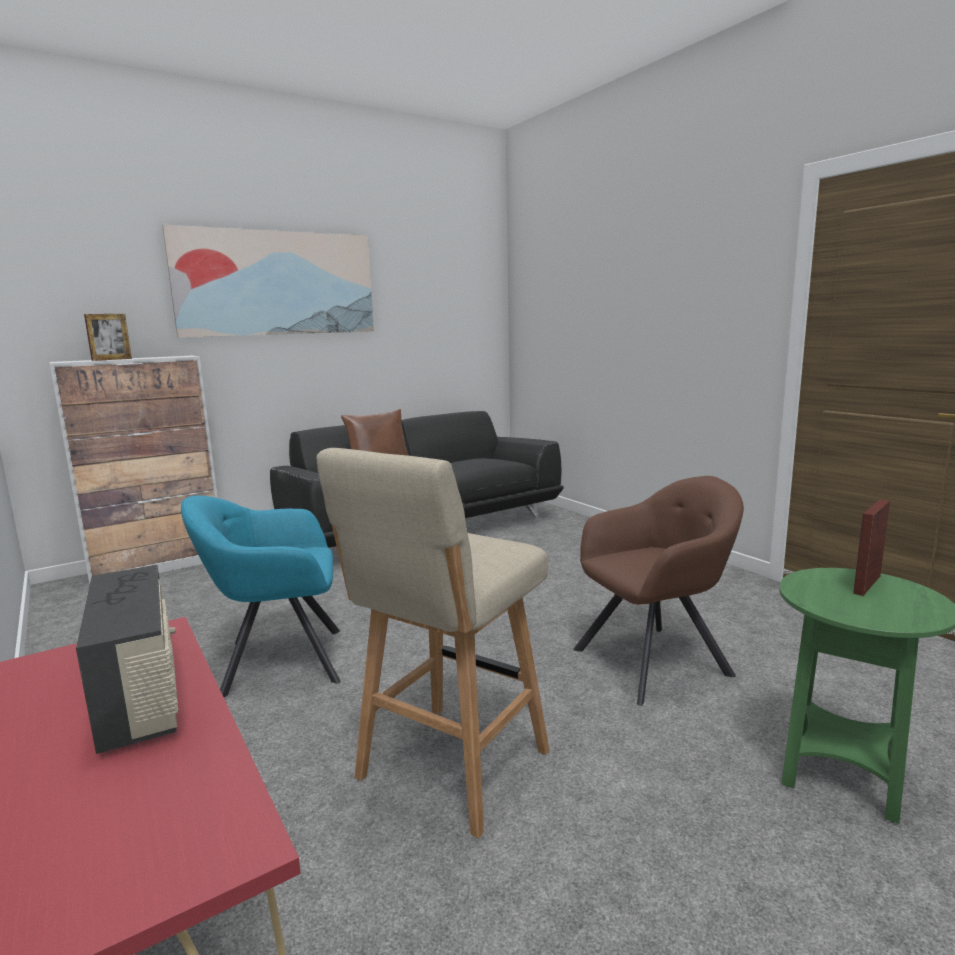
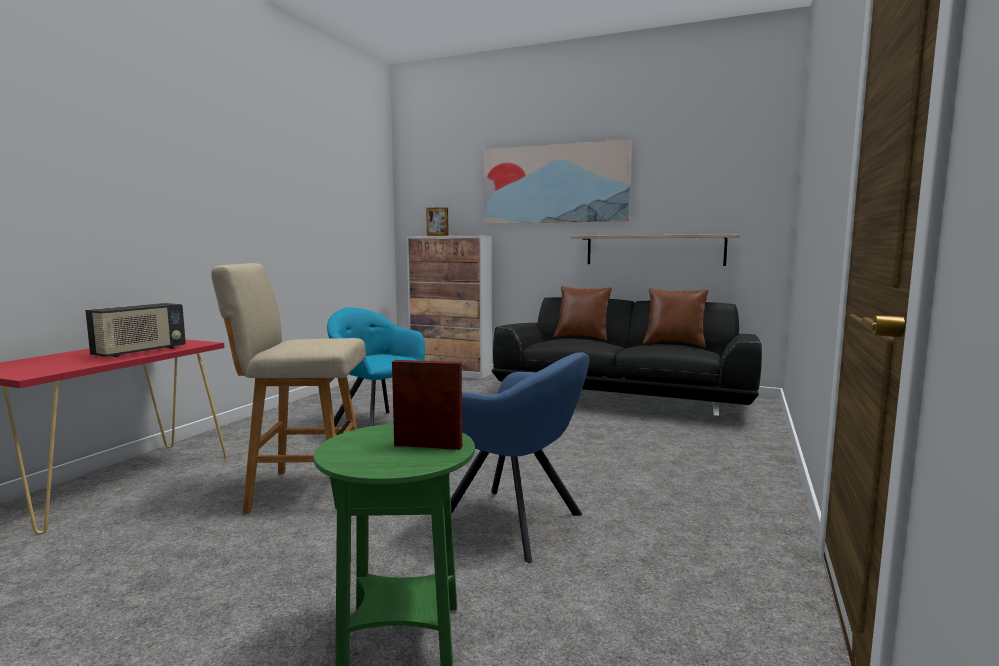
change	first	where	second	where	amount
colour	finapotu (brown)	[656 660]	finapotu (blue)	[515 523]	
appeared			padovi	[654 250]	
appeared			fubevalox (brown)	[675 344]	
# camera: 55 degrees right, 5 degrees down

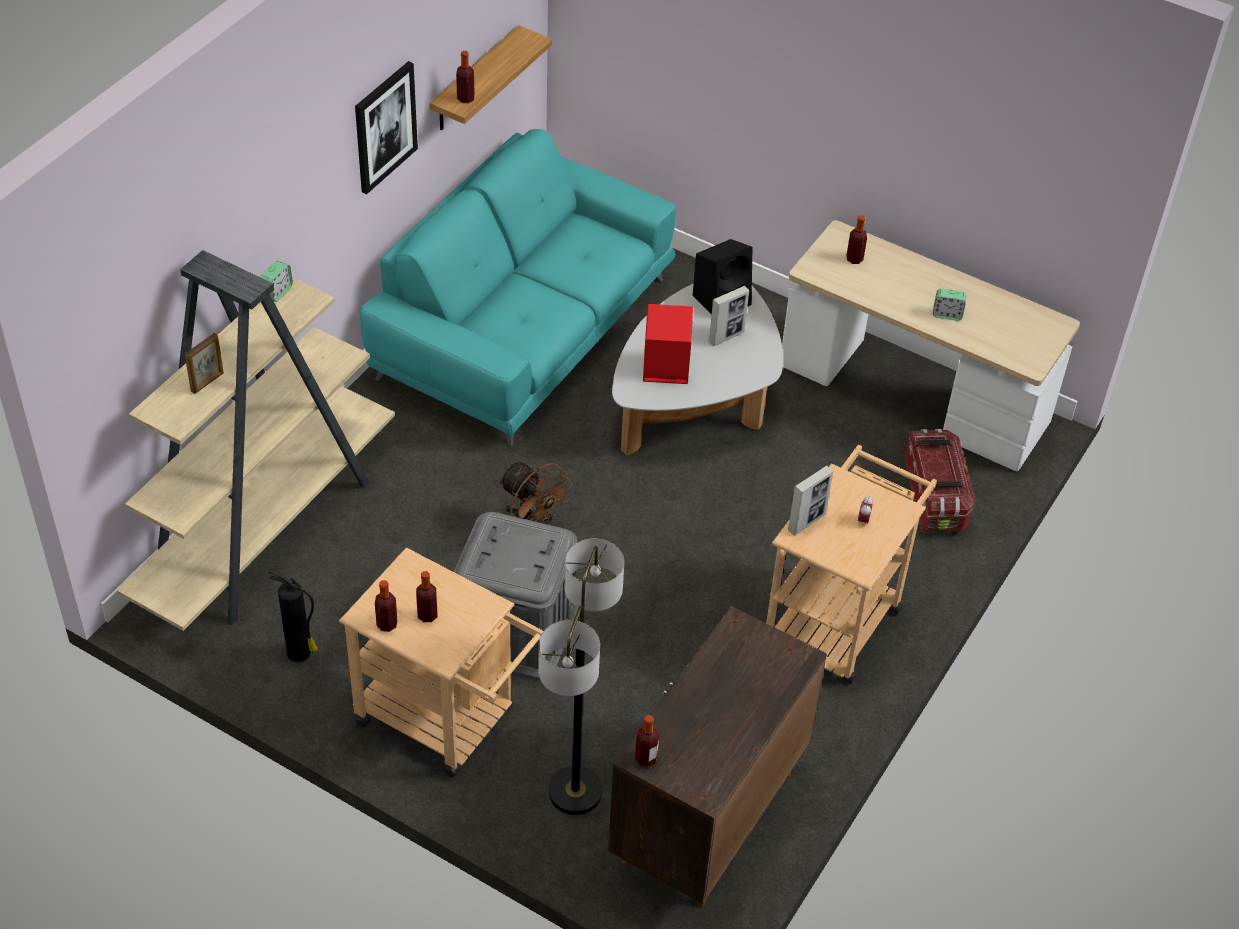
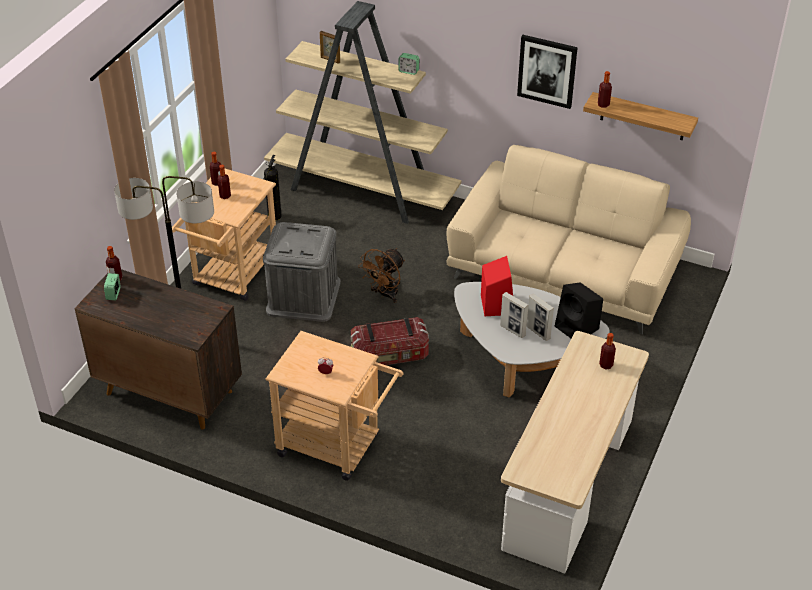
change	first	where	second	where	amount
colour	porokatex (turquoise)	[524 328]	porokatex (beige)	[564 272]	
relocated	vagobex	[947 314]		[113 294]	
relocated	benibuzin	[934 496]		[390 355]	
relocated	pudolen	[806 522]		[512 330]	
# camera: 85 degrees right, 5 degrees down

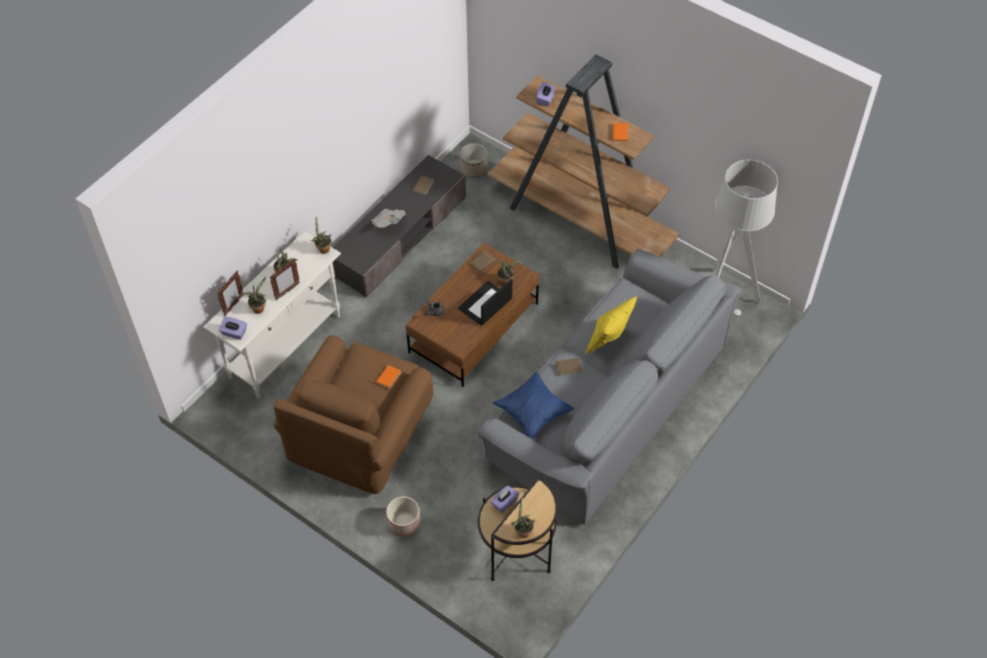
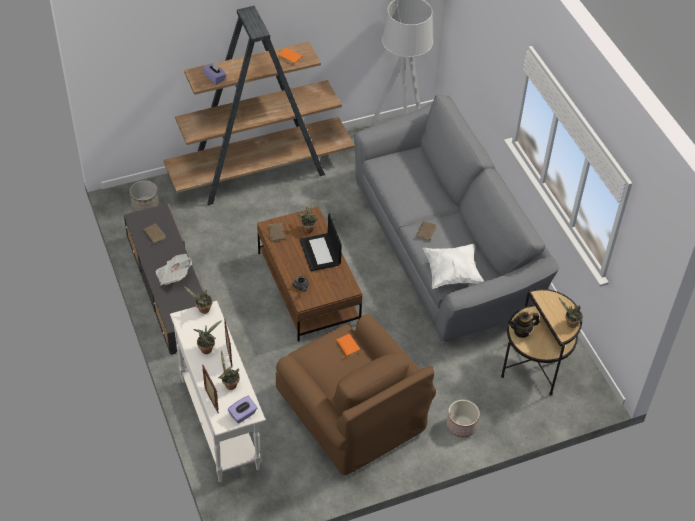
change	first	where	second	where	amount
missing	fubevalox (yellow)	[609 340]			
colour	fubevalox (blue)	[533 413]	fubevalox (white)	[452 274]	
exchanged	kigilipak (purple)	[504 503]	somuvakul	[521 331]	
# camera: 60 degrees left, 5 degrees down

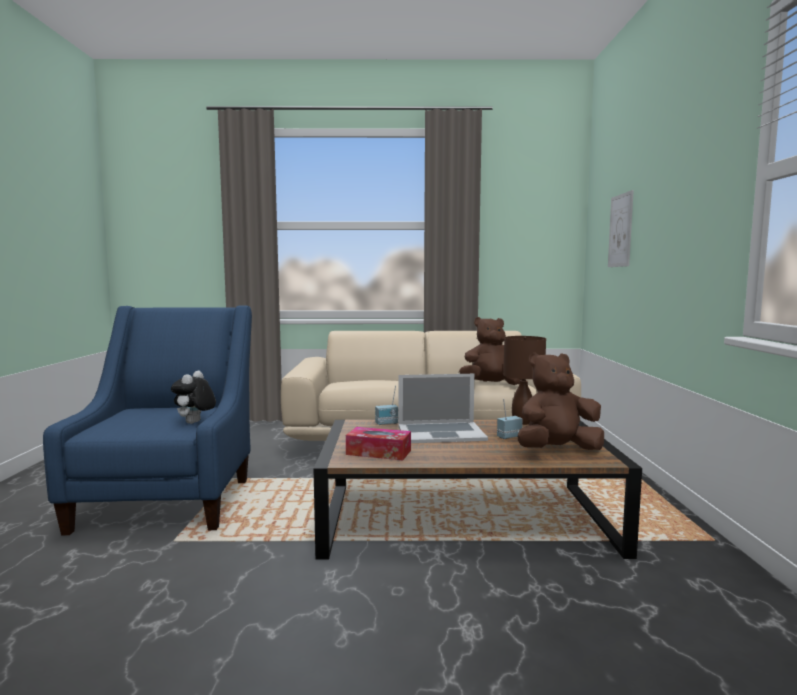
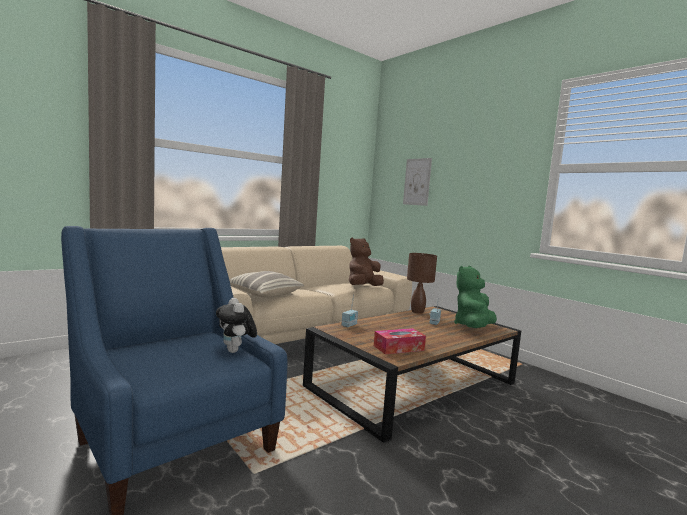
change	first	where	second	where	amount
colour	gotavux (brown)	[557 450]	gotavux (green)	[473 327]	
missing	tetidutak	[440 433]			
appeared			fubevalox	[263 294]	
# camera: 40 degrees left, 0 degrees up

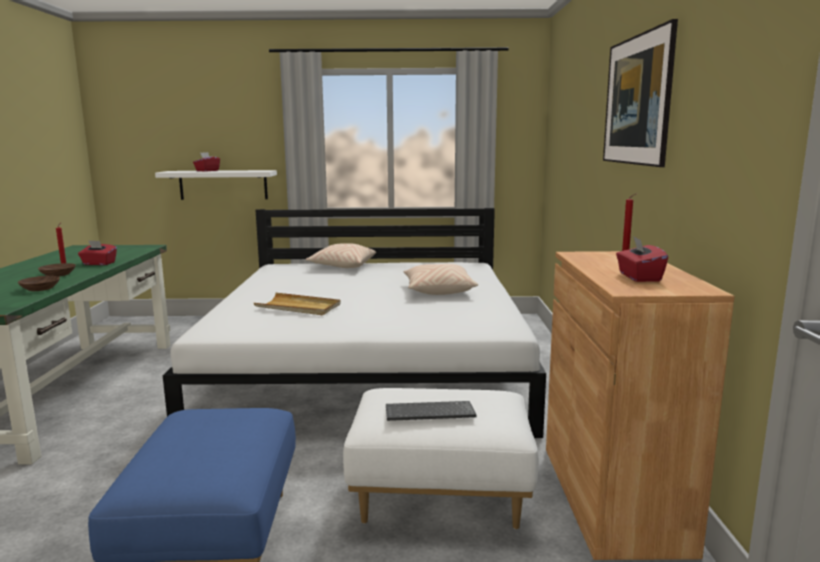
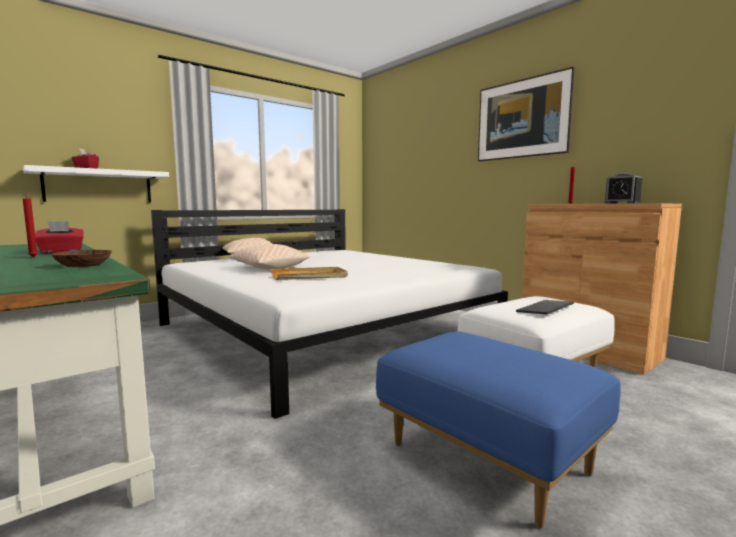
change	first	where	second	where	amount
exchanged	kigilipak (red)	[638 277]	vagobex	[622 203]	
missing	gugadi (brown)	[59 274]			
relocated	fubevalox (beige)	[438 290]		[269 268]	
# camera: 40 degrees left, 5 degrees down

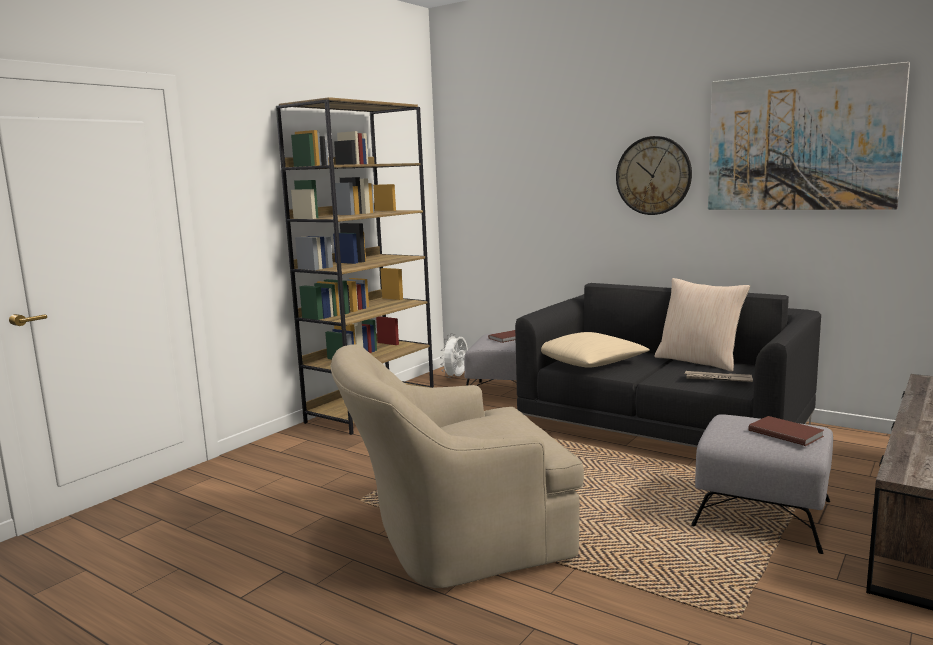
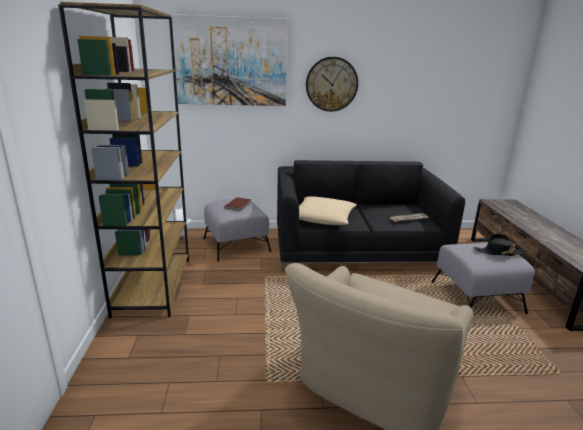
change	first	where	second	where	amount
relocated	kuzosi	[800 142]		[231 62]	
missing	fubevalox (beige)	[699 361]			
exchanged	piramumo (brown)	[785 433]	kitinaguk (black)	[498 252]	
# camera: 40 degrees left, 10 degrees up

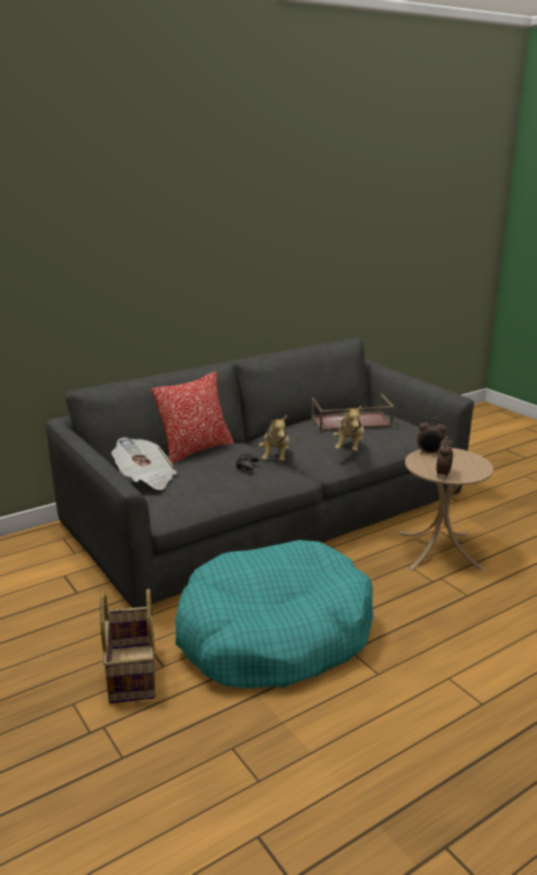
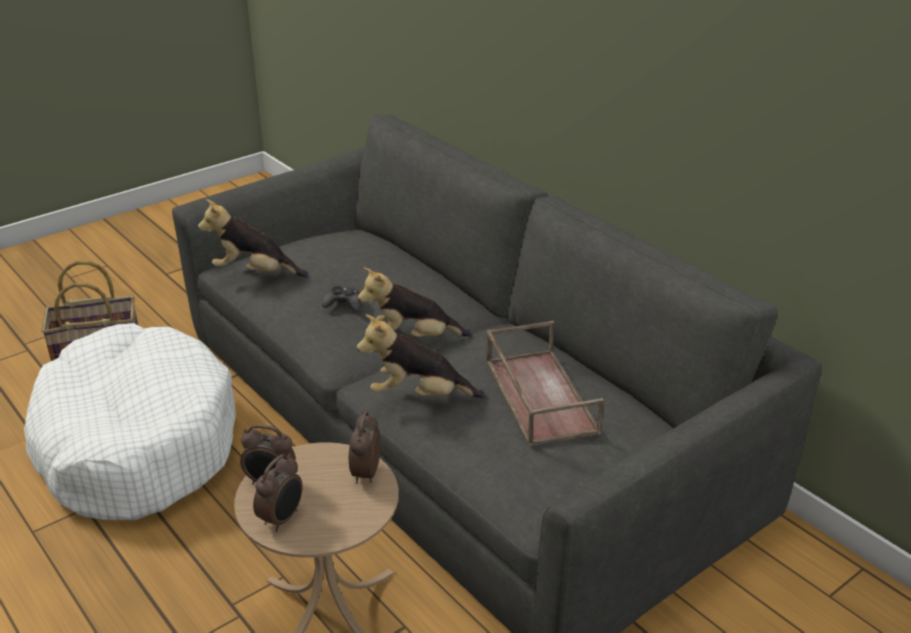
change	first	where	second	where	amount
missing	fubevalox	[195 450]			
missing	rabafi	[145 478]			
colour	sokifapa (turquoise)	[274 634]	sokifapa (white)	[136 443]	
appeared			gotavux	[254 272]	
appeared			vagobex	[282 519]	
# camera: 85 degrees right, 10 degrees up

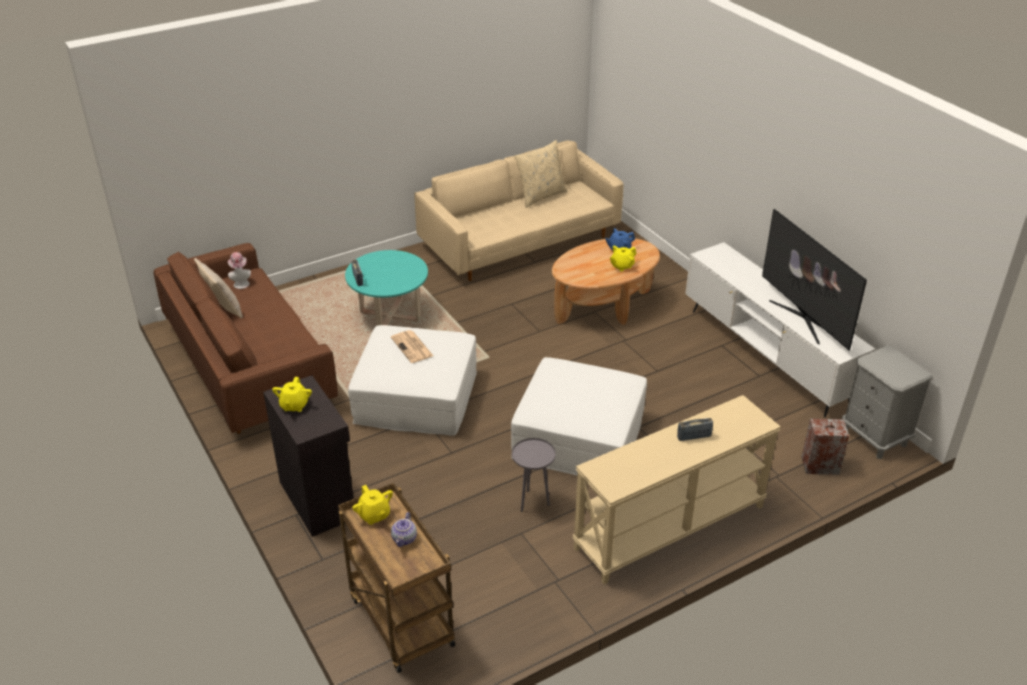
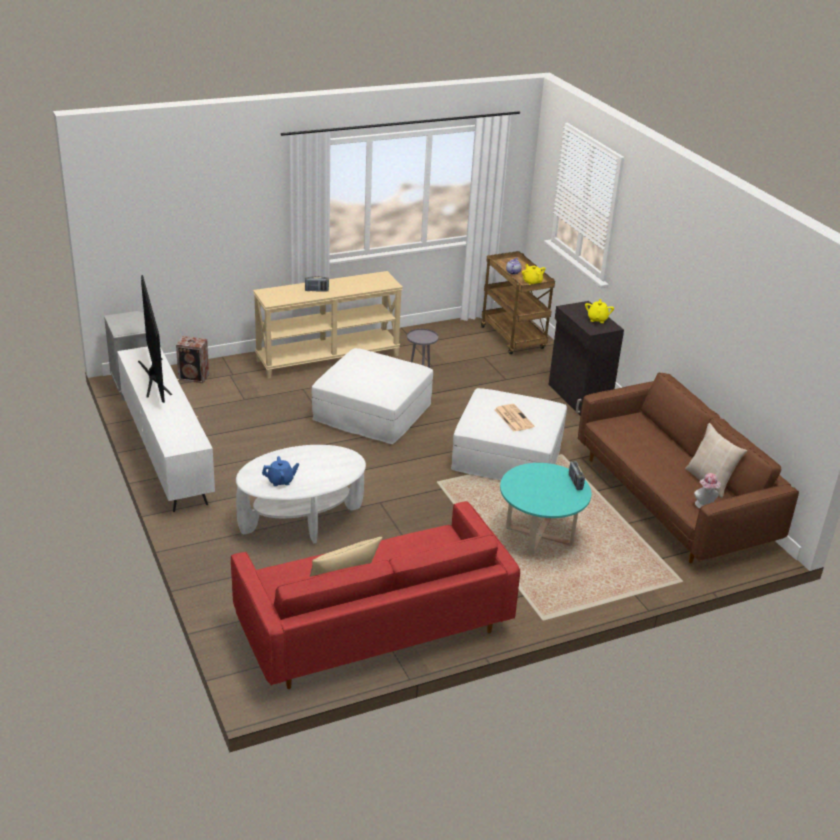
change	first	where	second	where	amount
colour	porokatex (beige)	[519 241]	porokatex (red)	[372 625]	
colour	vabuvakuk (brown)	[603 307]	vabuvakuk (white)	[301 520]	
missing	somuvakul (yellow)	[622 266]			
# camera: 175 degrees left, 5 degrees down

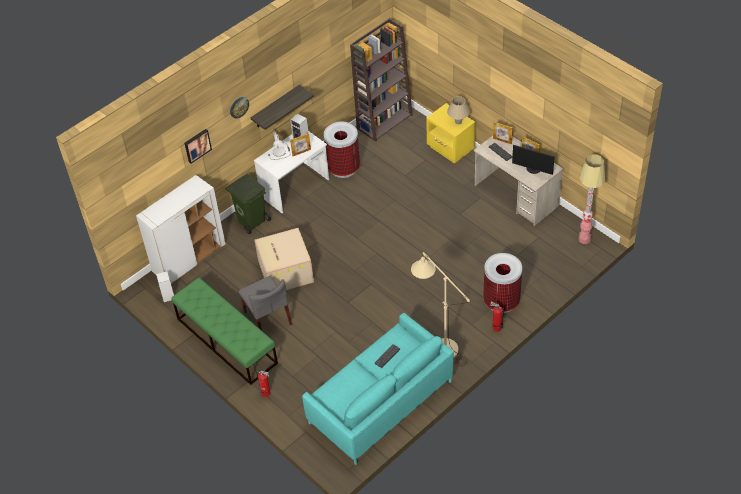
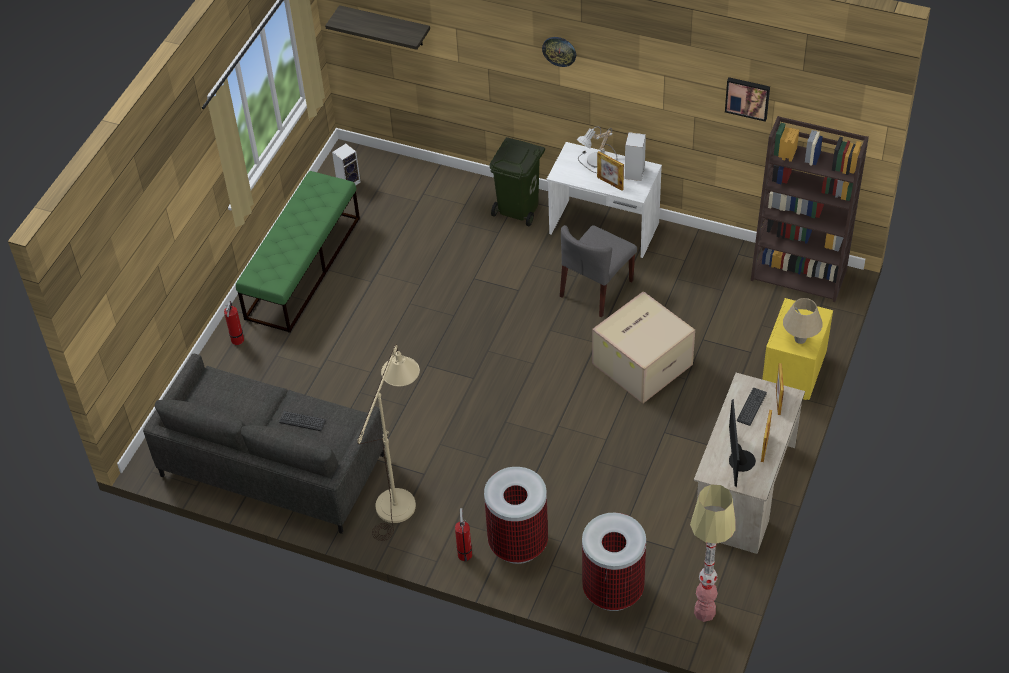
change	first	where	second	where	amount
relocated	padovi	[276 107]		[385 26]	
relocated	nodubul	[343 168]		[612 590]	
relocated	kuzosi	[197 145]		[747 97]	
missing	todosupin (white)	[189 258]			
relocated	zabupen	[285 271]		[642 363]	
relocated	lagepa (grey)	[268 318]		[596 289]	
colour	porokatex (turquoise)	[380 402]	porokatex (grey)	[272 465]	
# camera: 65 degrees right, 0 degrees up

